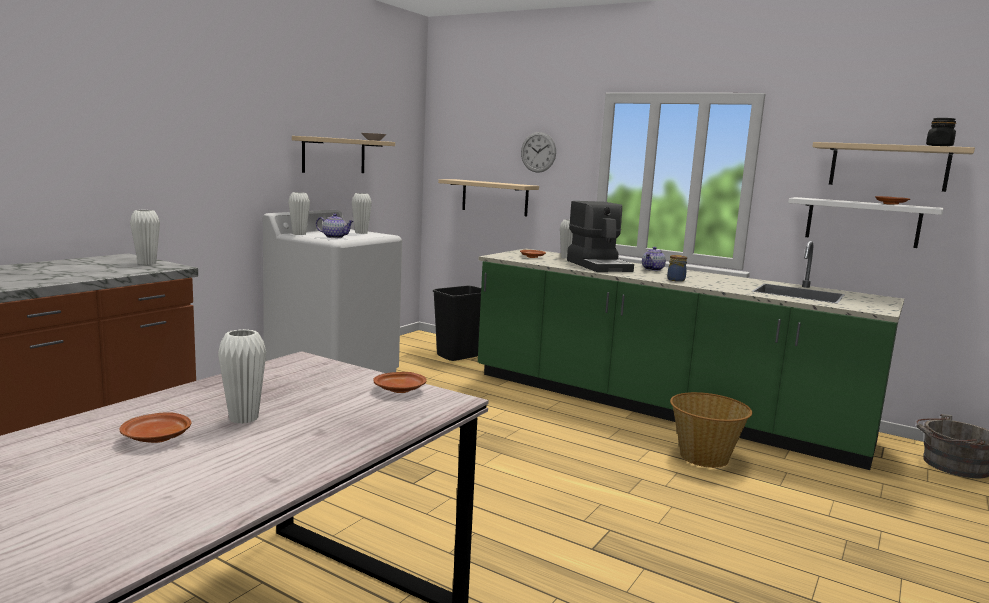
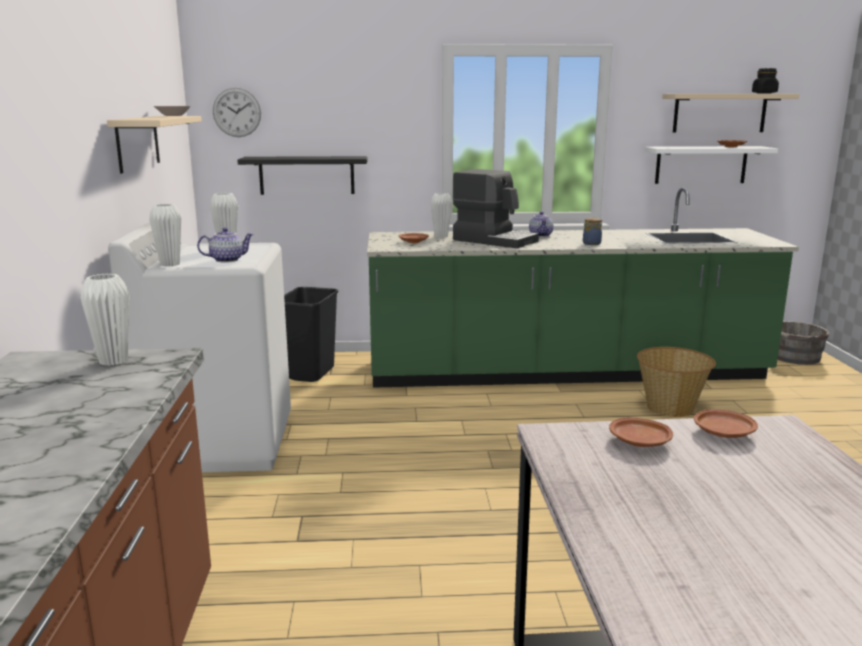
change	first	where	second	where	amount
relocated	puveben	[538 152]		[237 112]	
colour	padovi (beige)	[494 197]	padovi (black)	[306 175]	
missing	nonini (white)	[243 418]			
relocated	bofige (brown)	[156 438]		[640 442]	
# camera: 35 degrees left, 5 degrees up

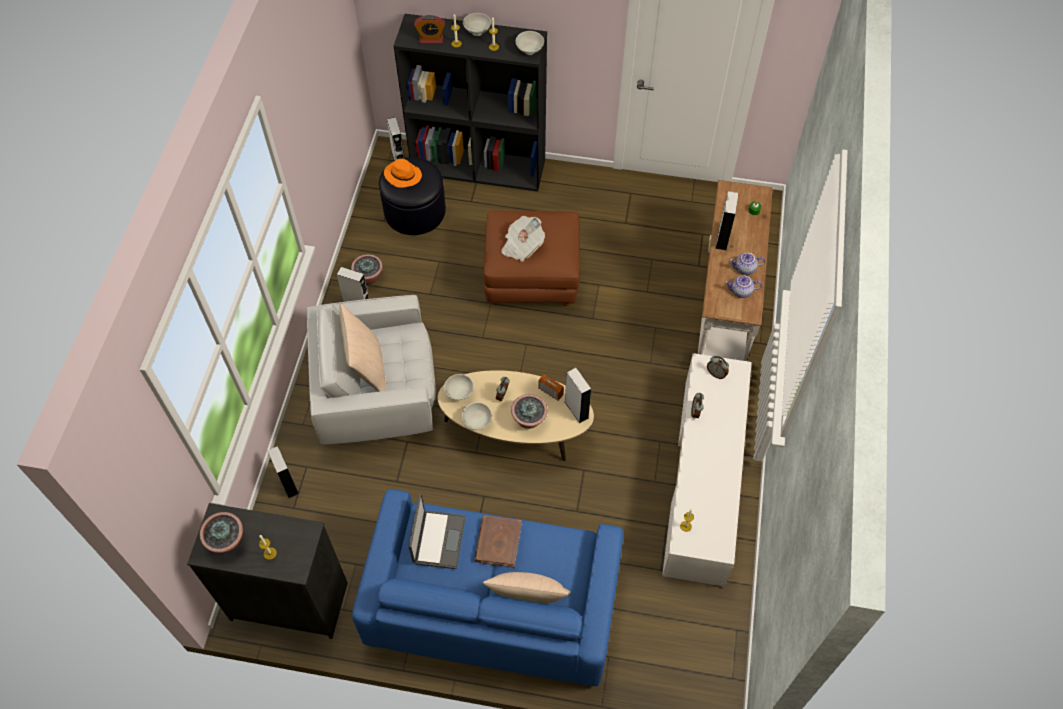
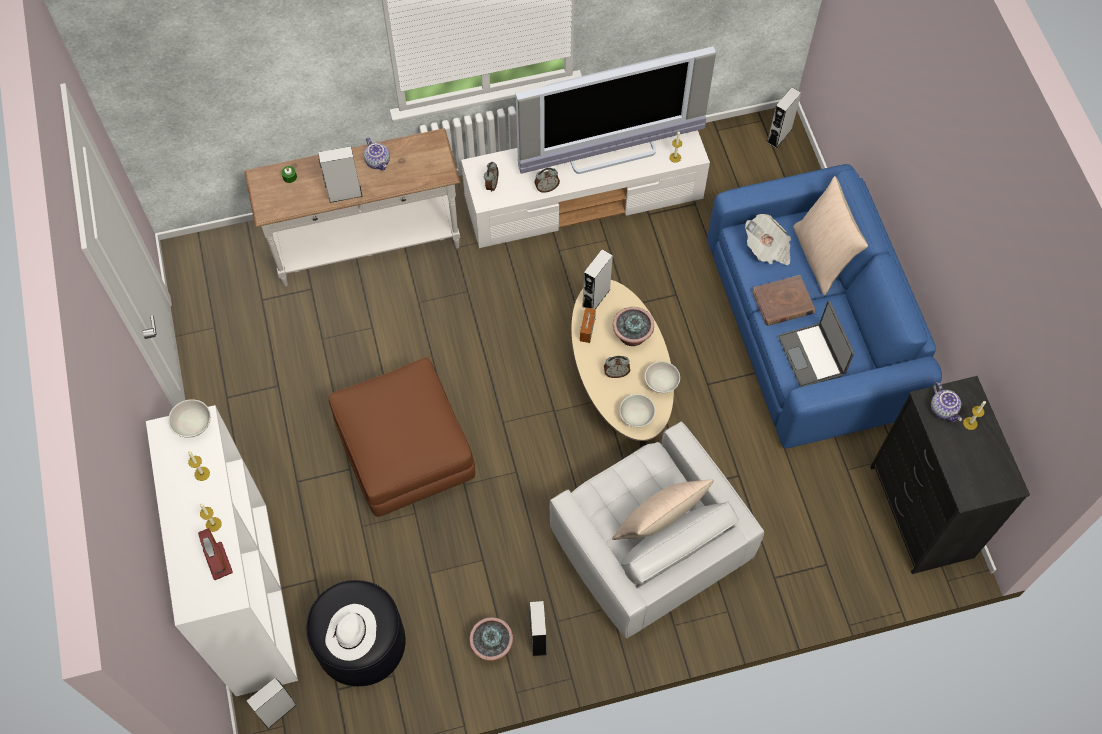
change	first	where	second	where	amount
missing	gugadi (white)	[477 32]			
colour	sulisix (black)	[479 166]	sulisix (white)	[250 597]	
colour	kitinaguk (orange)	[402 175]	kitinaguk (white)	[352 634]	
relocated	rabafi	[522 246]		[767 248]	
relocated	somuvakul	[741 292]		[943 409]	
relocated	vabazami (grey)	[288 484]		[779 136]	
spun	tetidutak	[438 539]		[812 356]	90 degrees counterclockwise
missing	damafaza	[227 541]			
appeared			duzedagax	[611 150]	
# camera: 115 degrees left, 5 degrees up

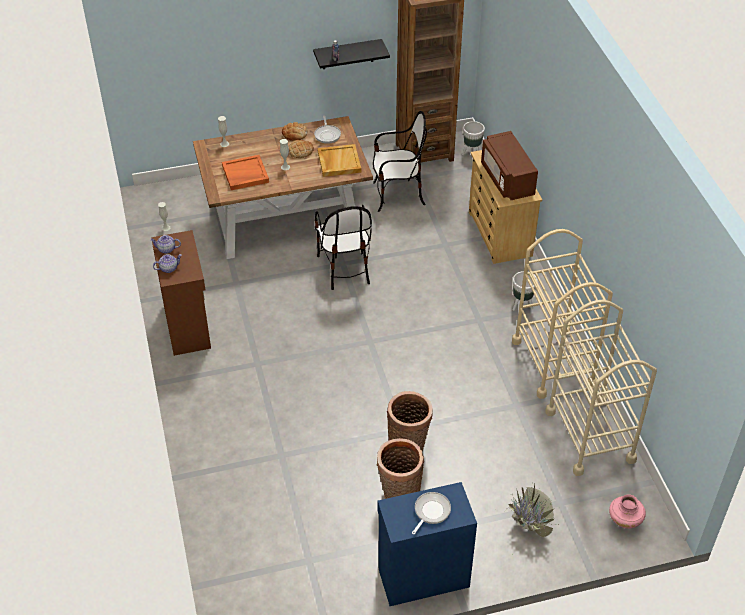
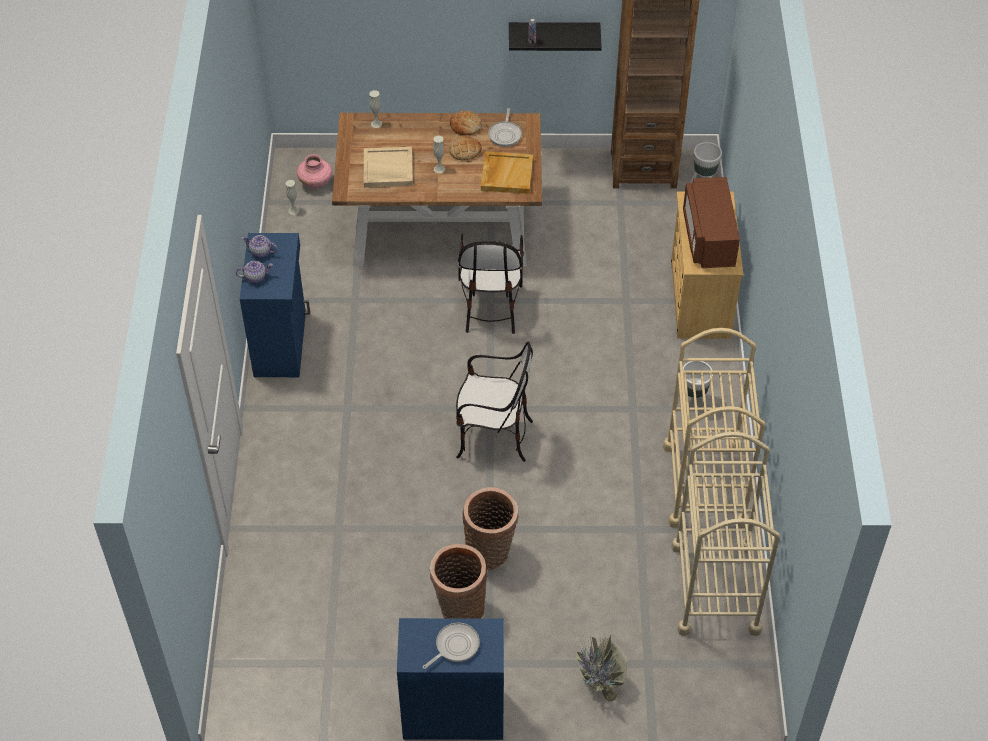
change	first	where	second	where	amount
relocated	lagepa	[398 195]		[493 437]	
colour	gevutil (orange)	[245 174]	gevutil (beige)	[387 169]	
colour	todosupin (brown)	[188 326]	todosupin (blue)	[281 343]	
relocated	nonini (pink)	[624 520]		[315 182]	
# camera: 15 degrees right, 5 degrees up

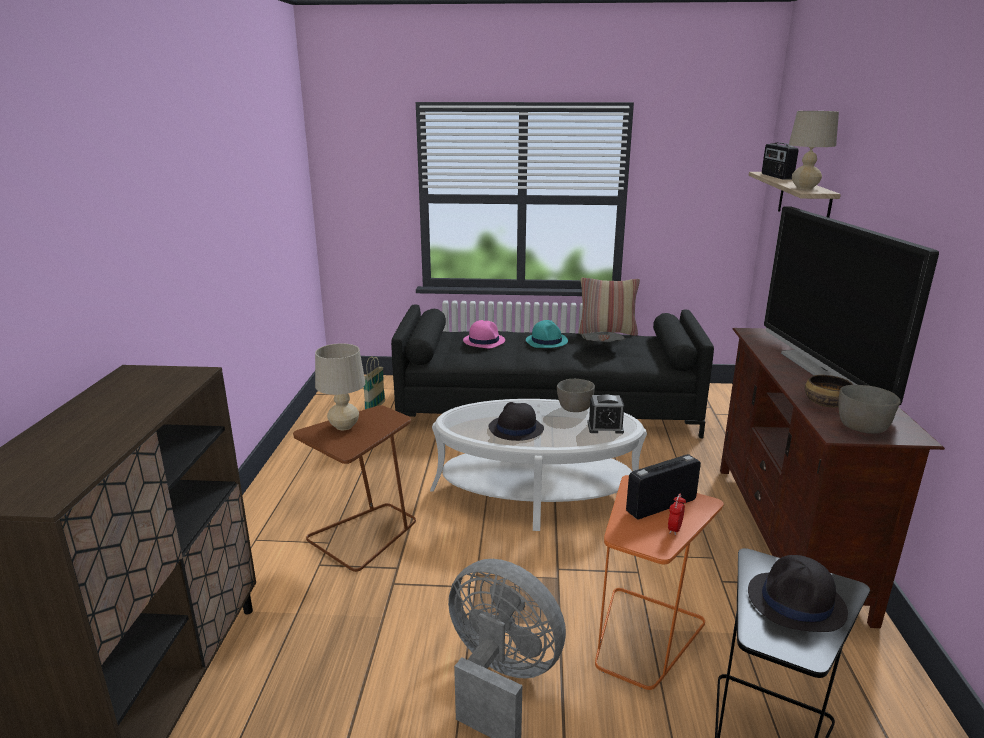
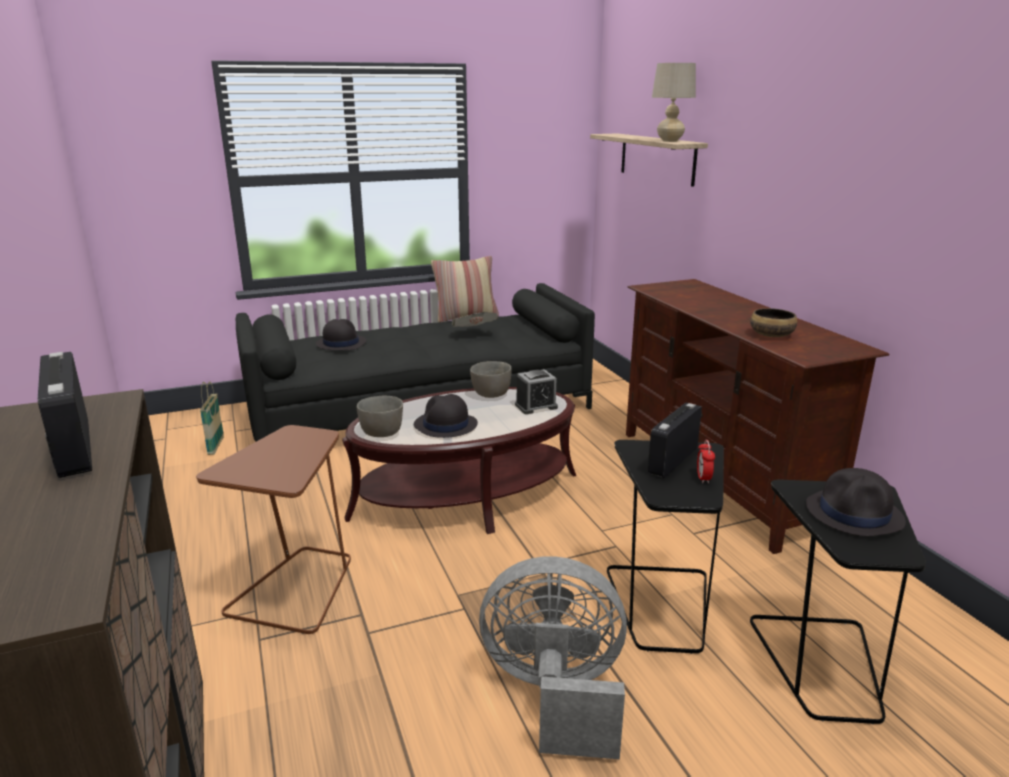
change	first	where	second	where	amount
relocated	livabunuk	[776 176]		[72 448]	
missing	duzedagax	[825 372]			
colour	kitinaguk (pink)	[484 341]	kitinaguk (black)	[341 343]	
missing	kitinaguk (turquoise)	[546 341]			
missing	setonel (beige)	[344 426]			
relocated	gugadi (grey)	[862 427]		[382 432]	
colour	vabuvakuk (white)	[536 493]	vabuvakuk (brown)	[466 495]	
colour	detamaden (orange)	[643 637]	detamaden (black)	[661 605]	
# camera: 25 degrees left, 0 degrees up

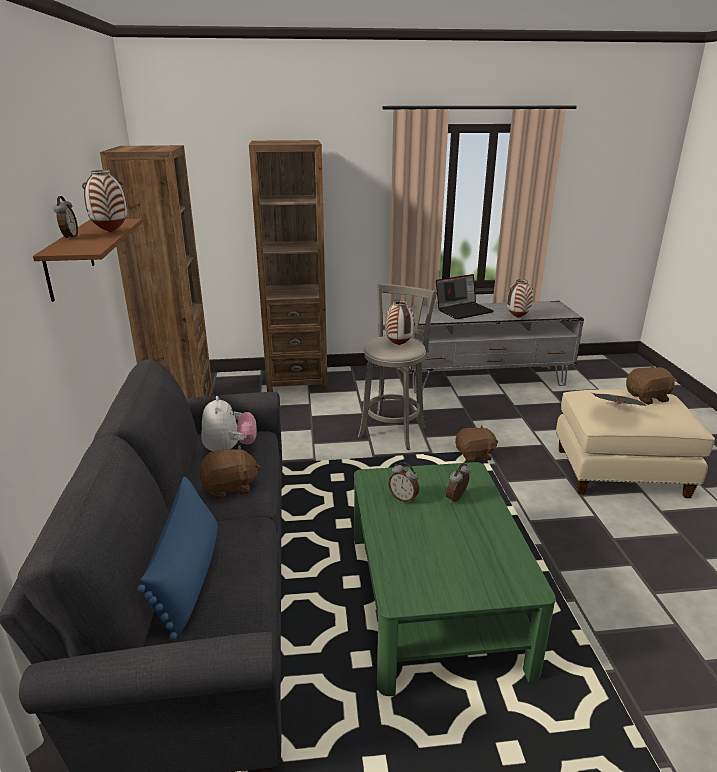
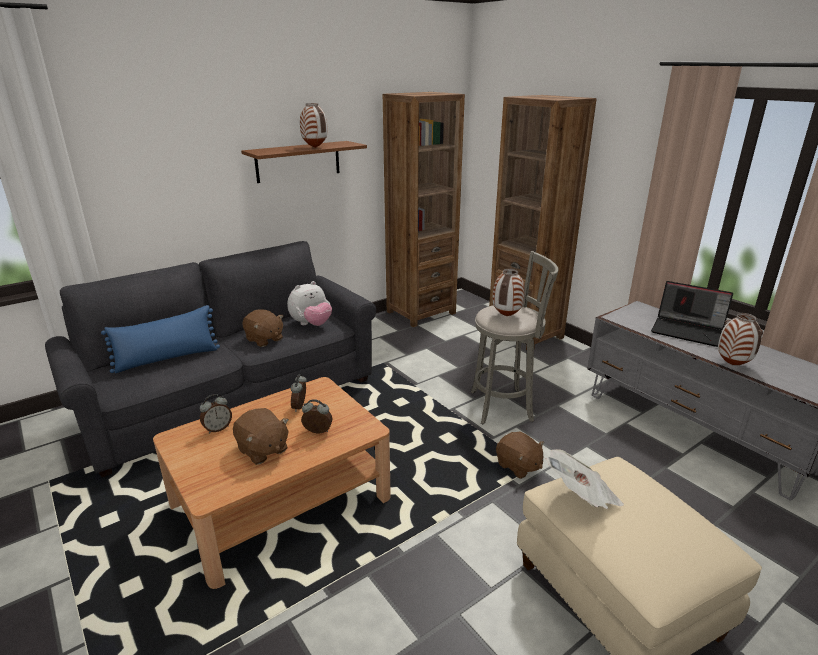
change	first	where	second	where	amount
relocated	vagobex	[69 237]		[217 428]	
relocated	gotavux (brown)	[647 398]		[262 450]	
colour	vabuvakuk (green)	[434 599]	vabuvakuk (brown)	[281 500]	
# camera: 60 degrees right, 0 degrees up

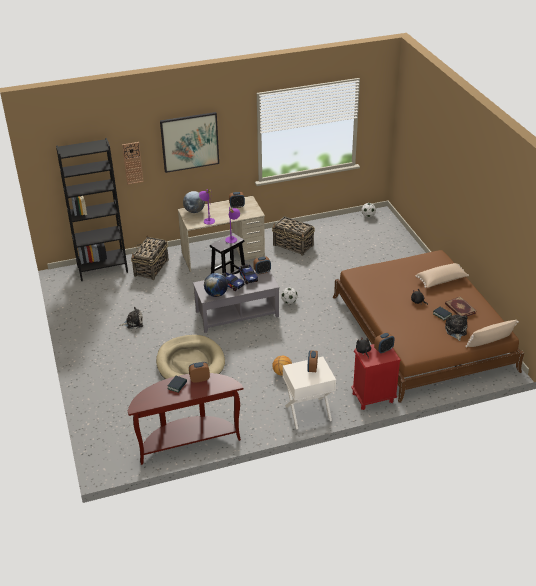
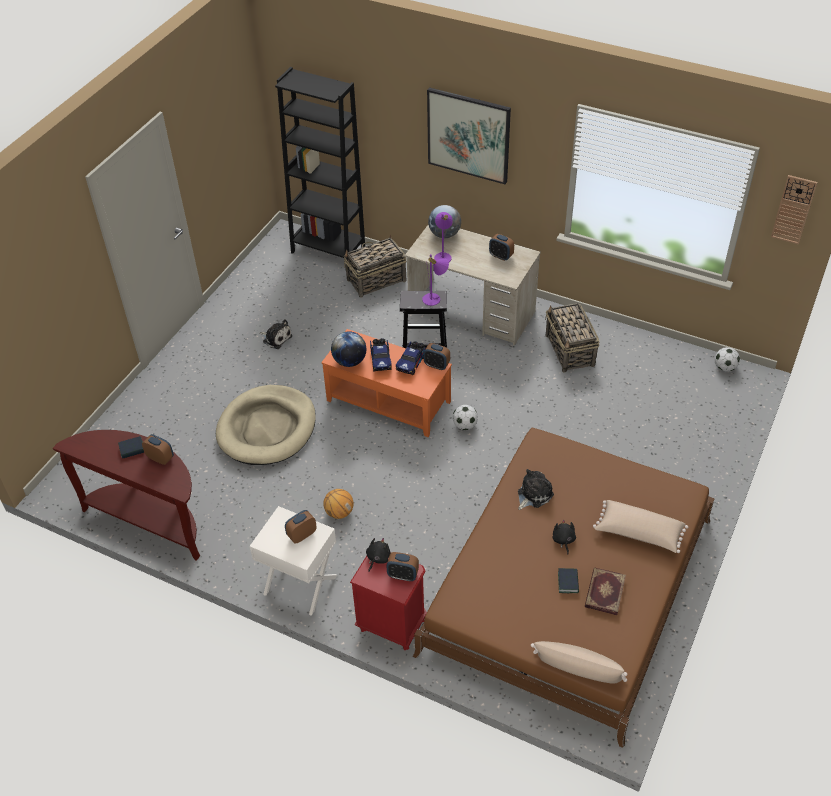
change	first	where	second	where	amount
relocated	puveben	[132 163]		[793 209]	
colour	vabuvakuk (grey)	[237 314]	vabuvakuk (orange)	[388 401]	
relocated	gotavux	[456 331]		[533 494]	
# camera: 45 degrees right, 10 degrees up

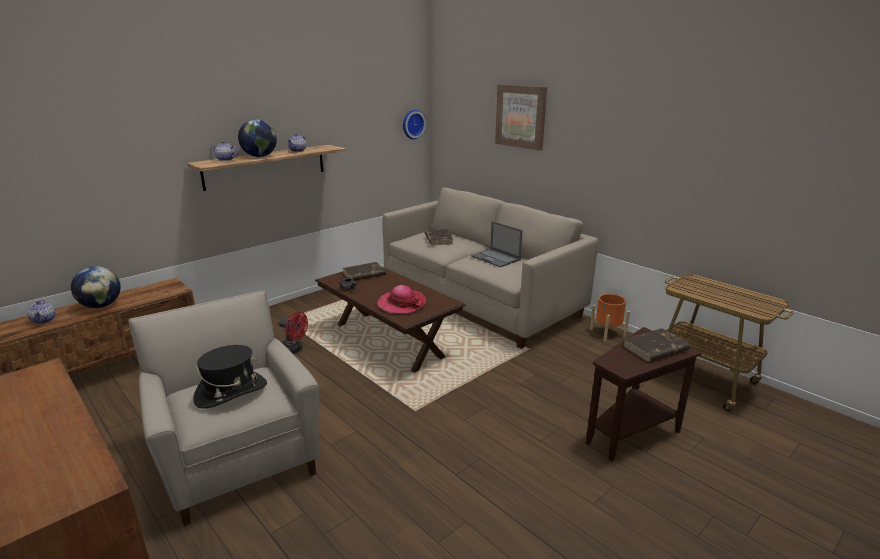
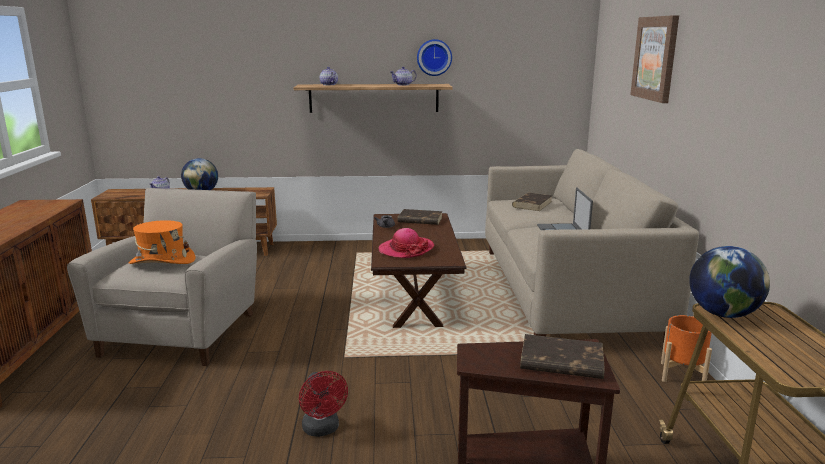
change	first	where	second	where	amount
relocated	puveben	[412 124]		[434 57]	
relocated	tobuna	[260 156]		[723 314]	
relocated	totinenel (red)	[294 350]		[322 430]	
colour	kitinaguk (black)	[231 392]	kitinaguk (orange)	[162 261]	
# camera: 40 degrees right, 5 degrees down

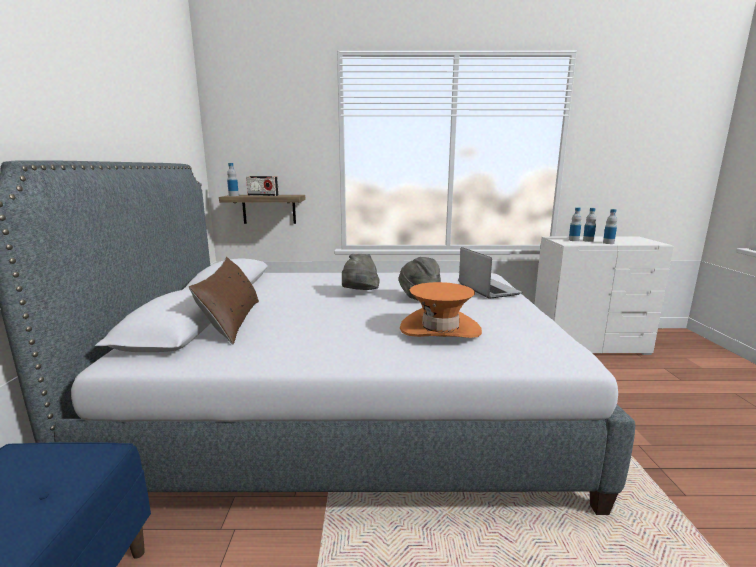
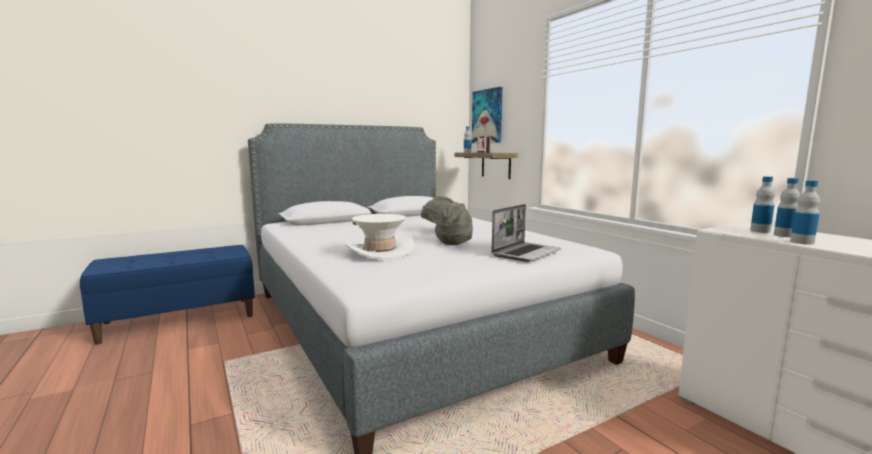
change	first	where	second	where	amount
missing	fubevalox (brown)	[232 321]			
colour	kitinaguk (orange)	[440 329]	kitinaguk (white)	[380 251]	
appeared			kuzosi	[487 116]	
# camera: 60 degrees right, 5 degrees down

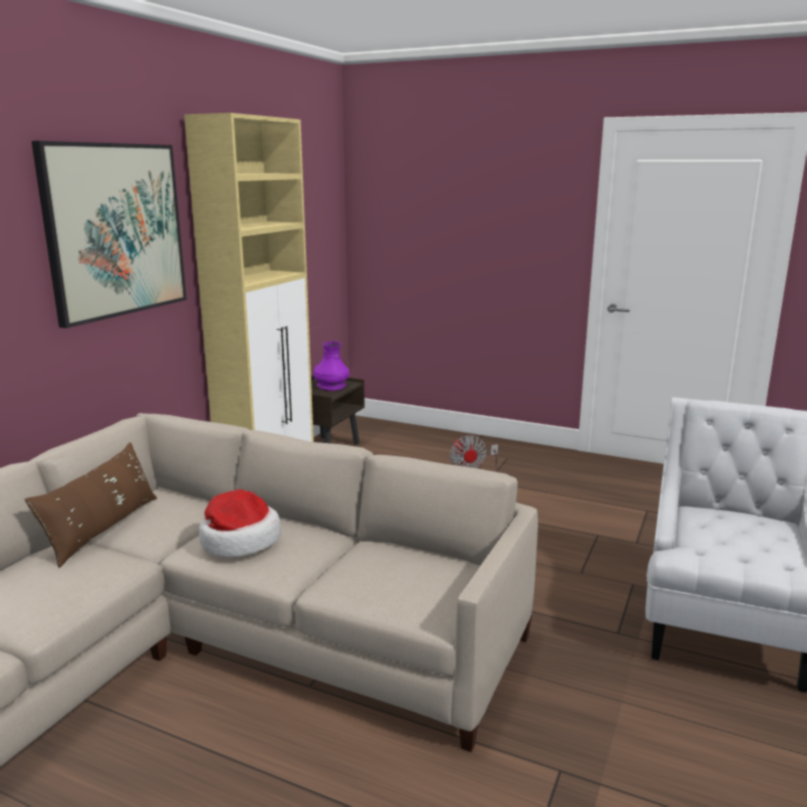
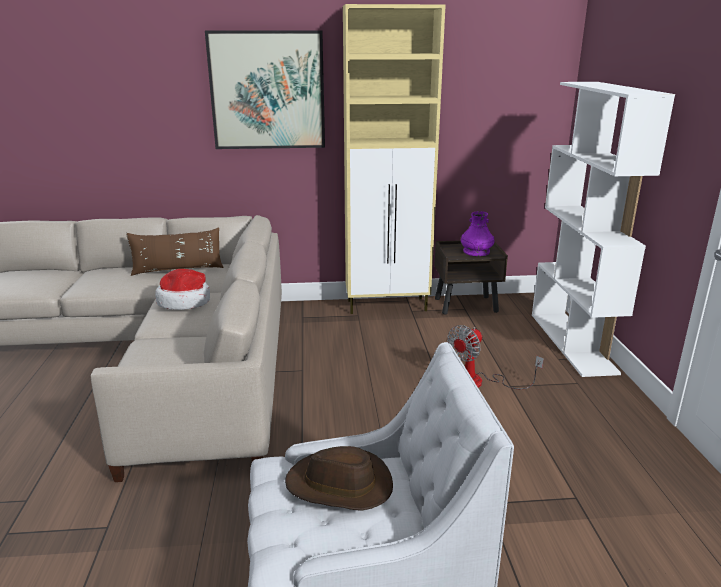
change	first	where	second	where	amount
appeared			sulisix (white)	[573 342]	
appeared			kitinaguk (brown)	[339 485]	
# camera: 60 degrees right, 5 degrees up

